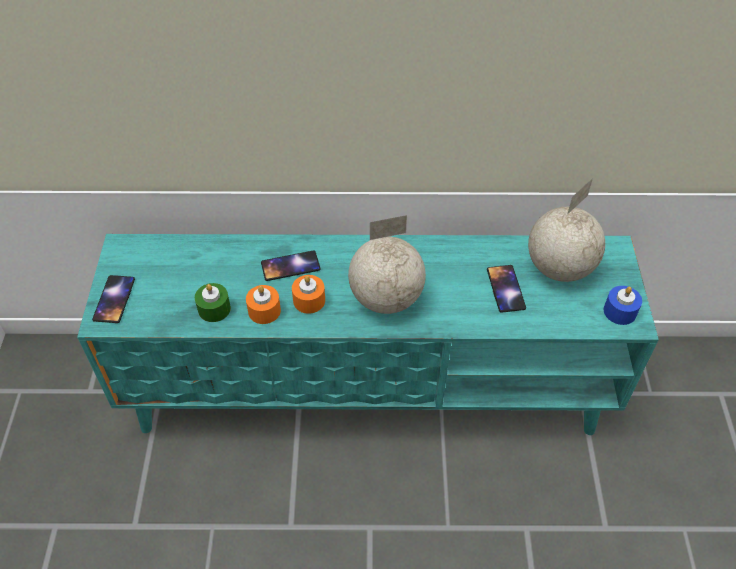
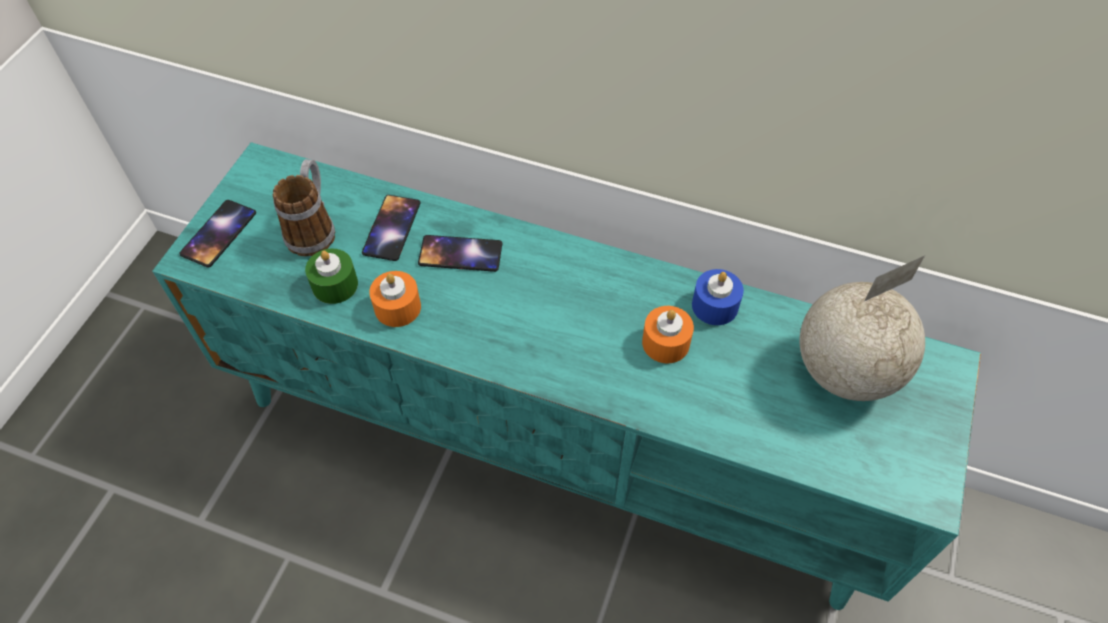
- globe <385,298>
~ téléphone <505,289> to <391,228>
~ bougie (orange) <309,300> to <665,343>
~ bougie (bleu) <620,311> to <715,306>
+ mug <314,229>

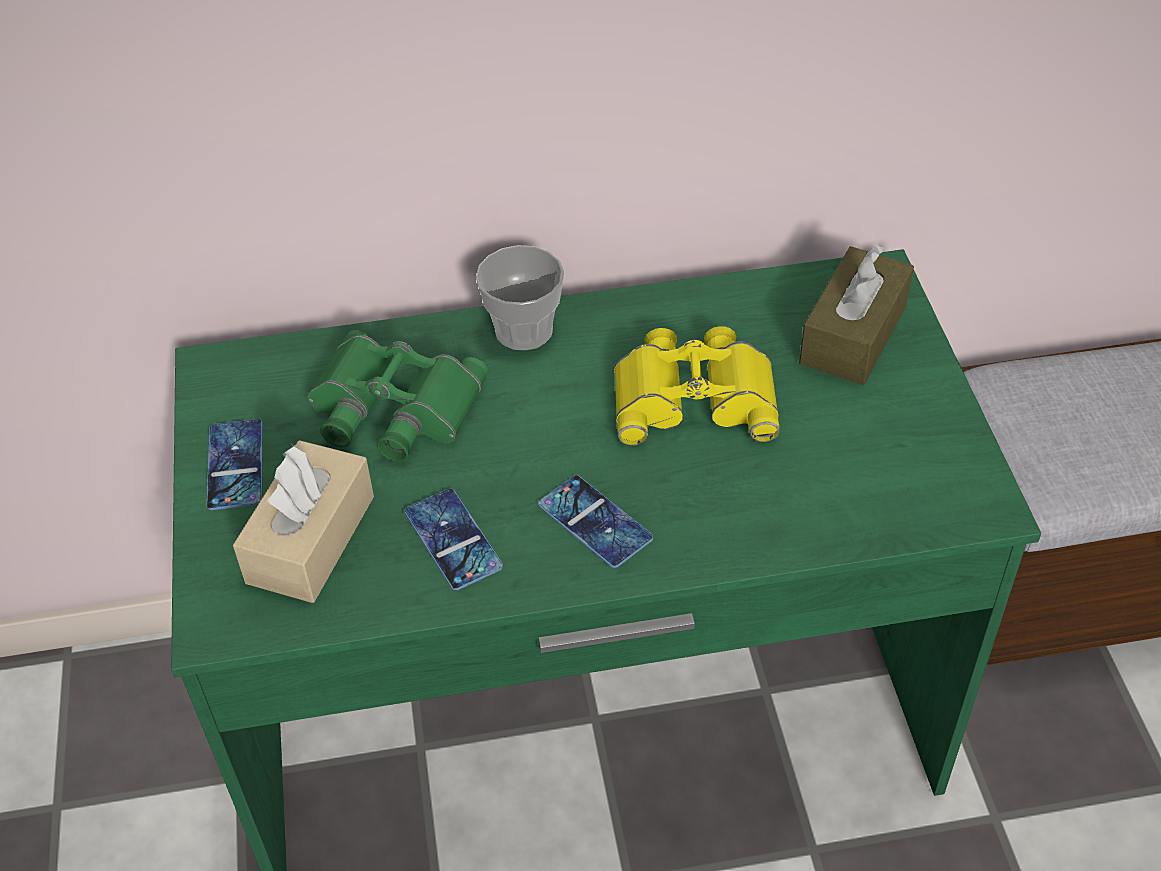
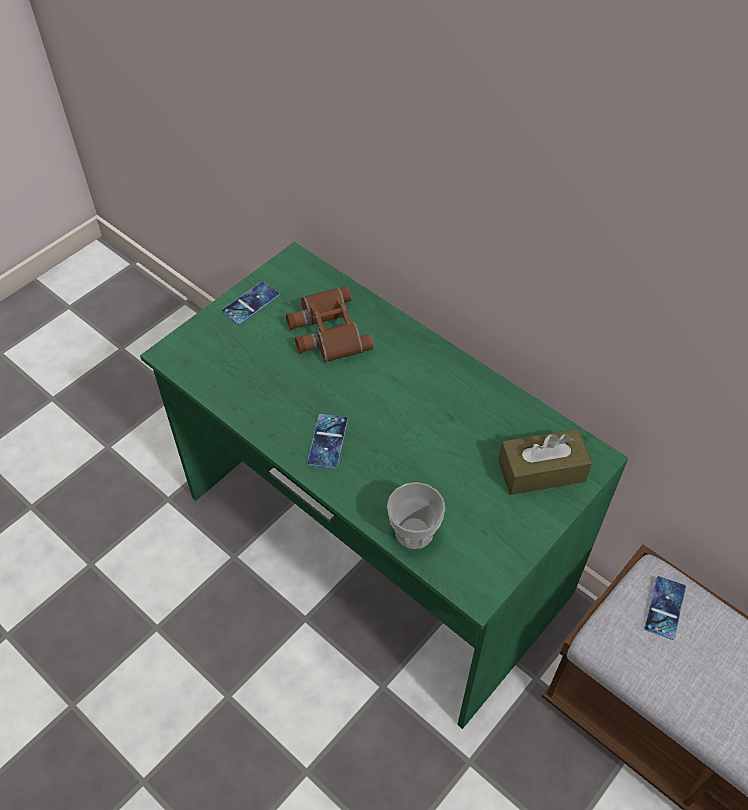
~ tasse <524,330> to <414,532>
- jumelles (jaune) <694,395>
~ jumelles (vert) <391,409> to jumelles (marron) <326,331>
- boîte à mouchoirs (beige) <311,539>
~ téléphone <453,539> to <665,607>

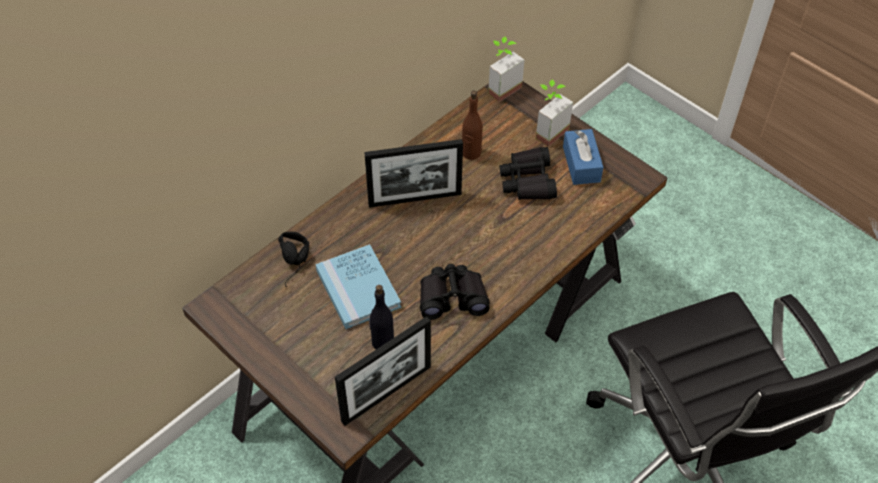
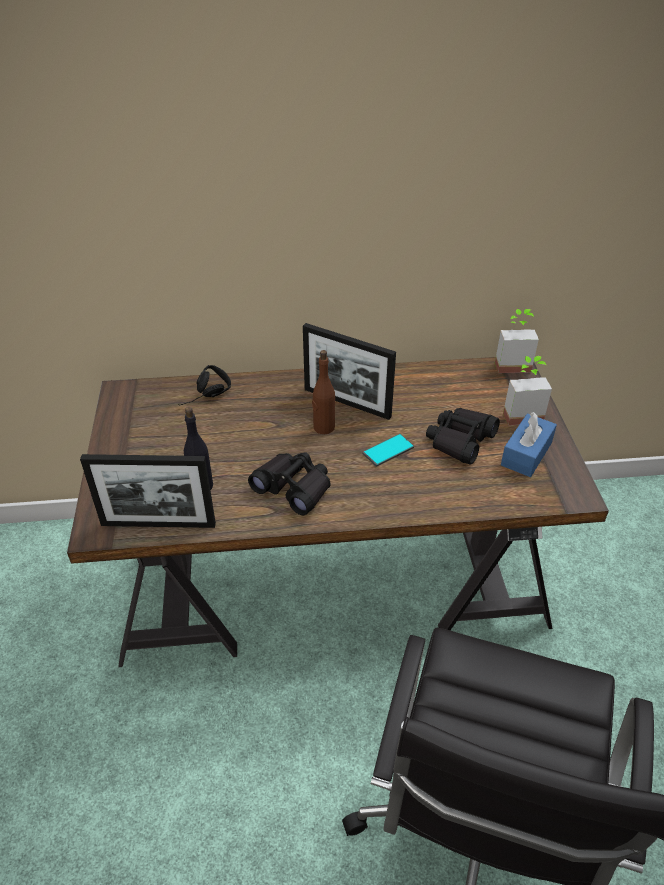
~ bouteille (marron) <471,153> to <323,427>
- livre (bleu) <358,288>
+ téléphone <388,450>

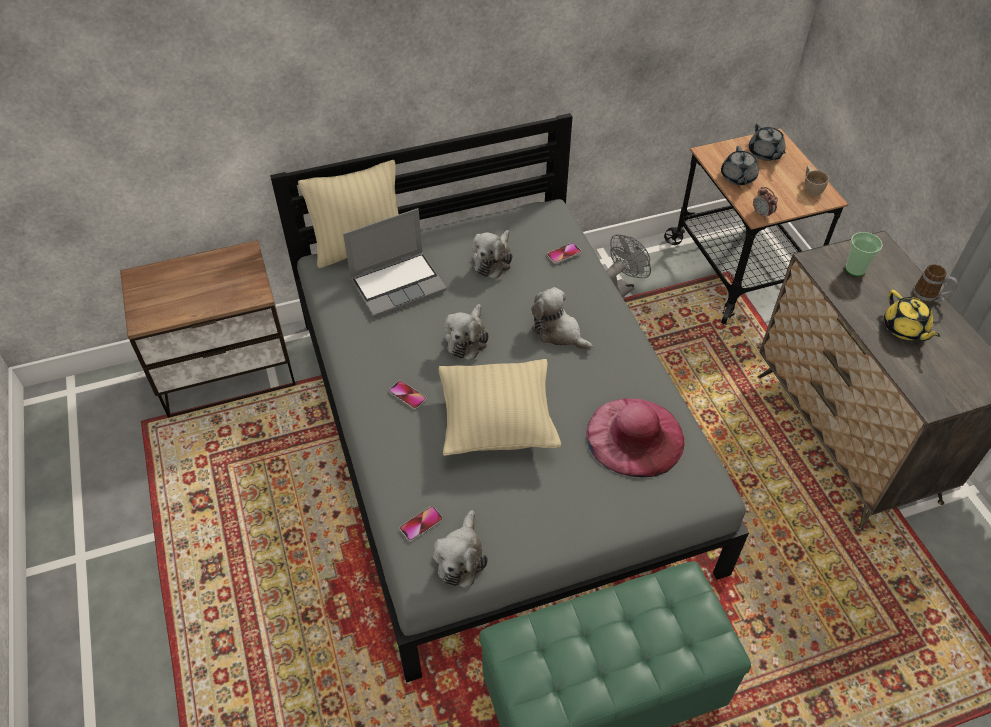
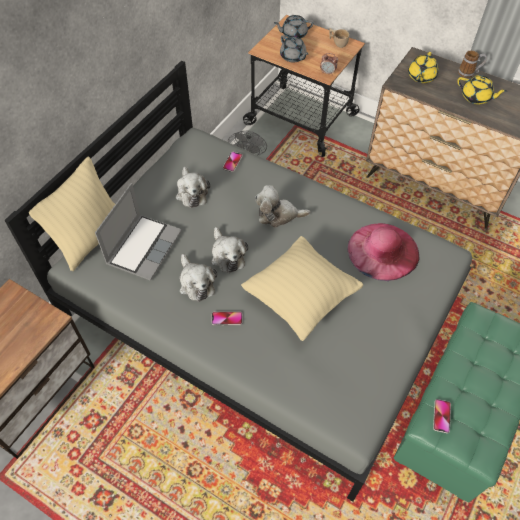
~ théière (gris) <765,153> = <293,34> 135 degrees clockwise
~ tasse <855,269> to théière (jaune) <421,77>
~ téléphone <421,524> to <441,416>
~ peluche <460,557> to <196,283>

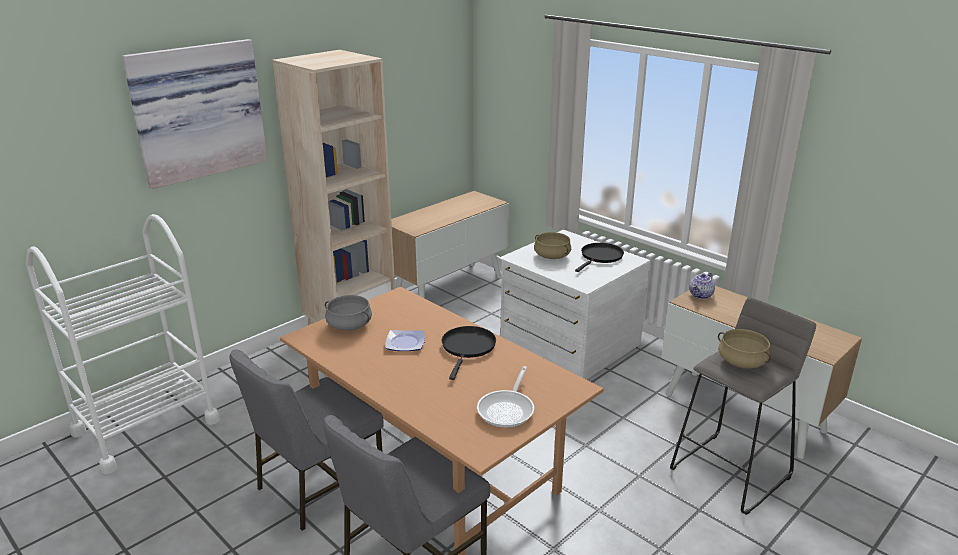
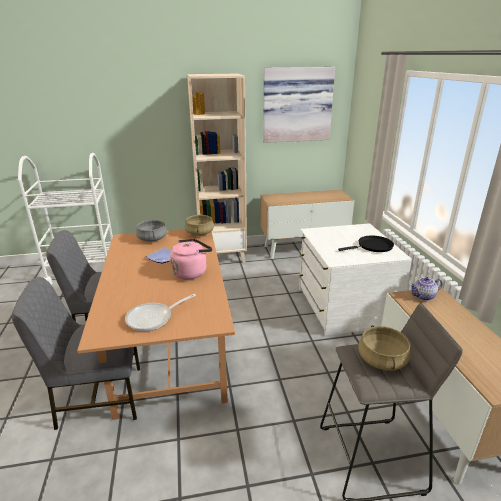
~ tableau <197,111> to <297,105>
~ marmite (beige) <551,256> to <199,233>
~ poêle (noir) <468,348> to bouilloire (rose) <191,272>

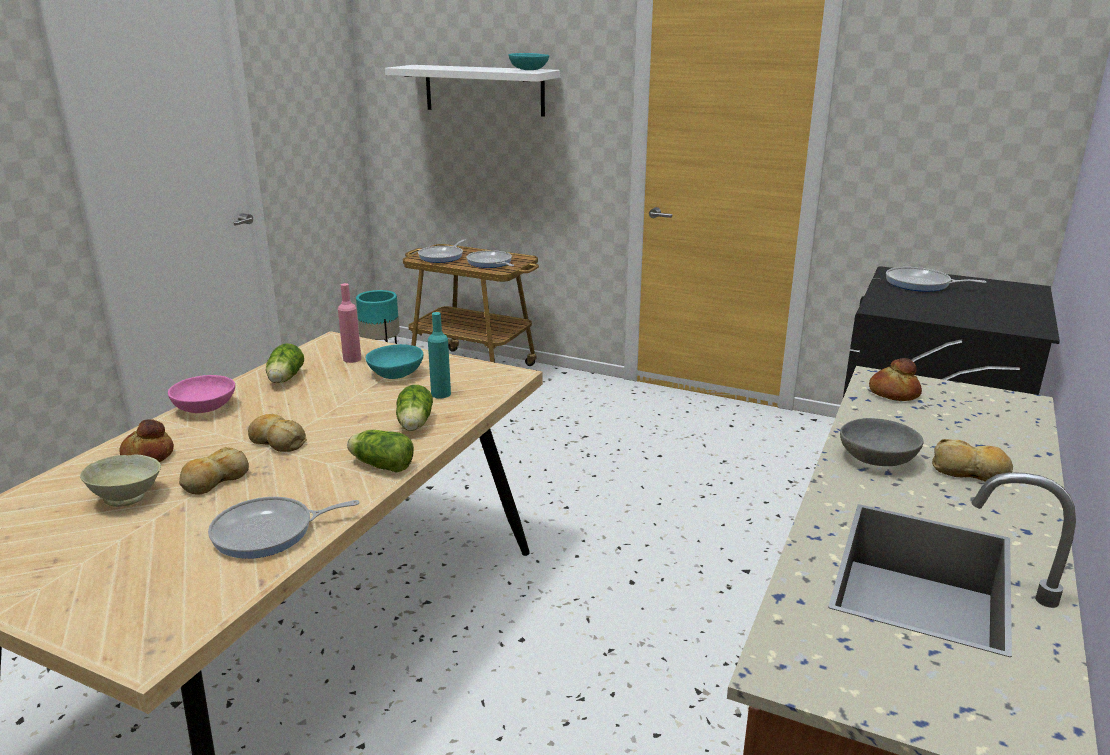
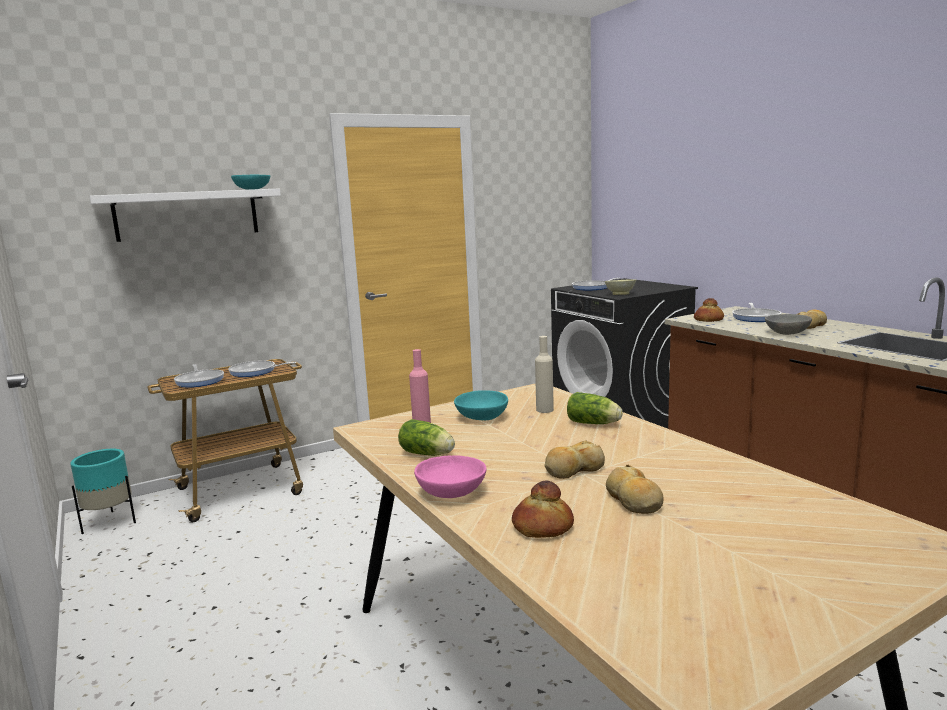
~ bouteille (turquoise) <441,394> to bouteille (beige) <544,410>
- laitue <380,465>
~ bol (beige) <128,498> to <620,294>
~ poêle <269,533> to <756,317>

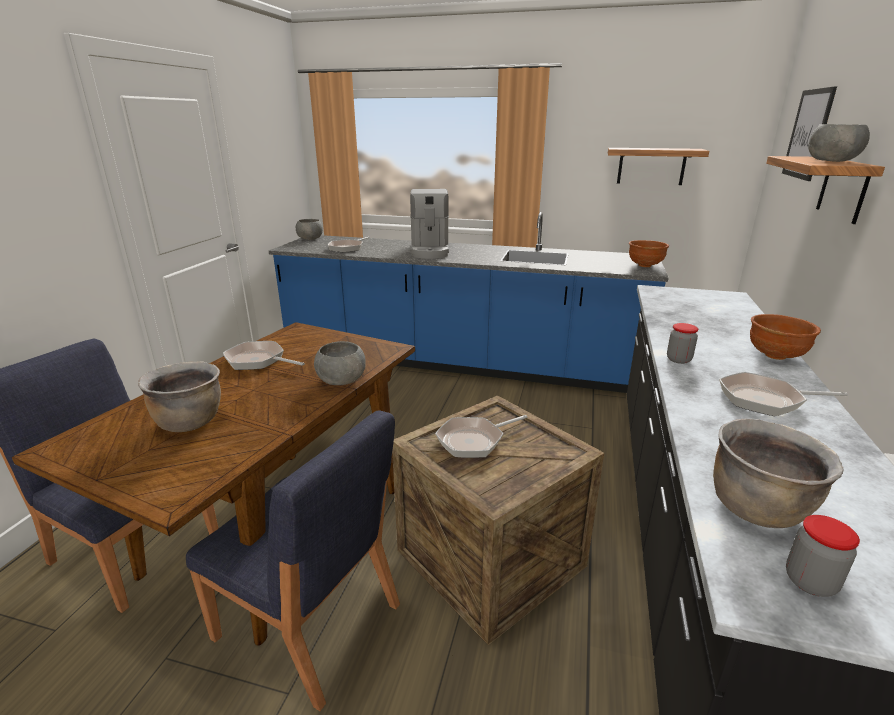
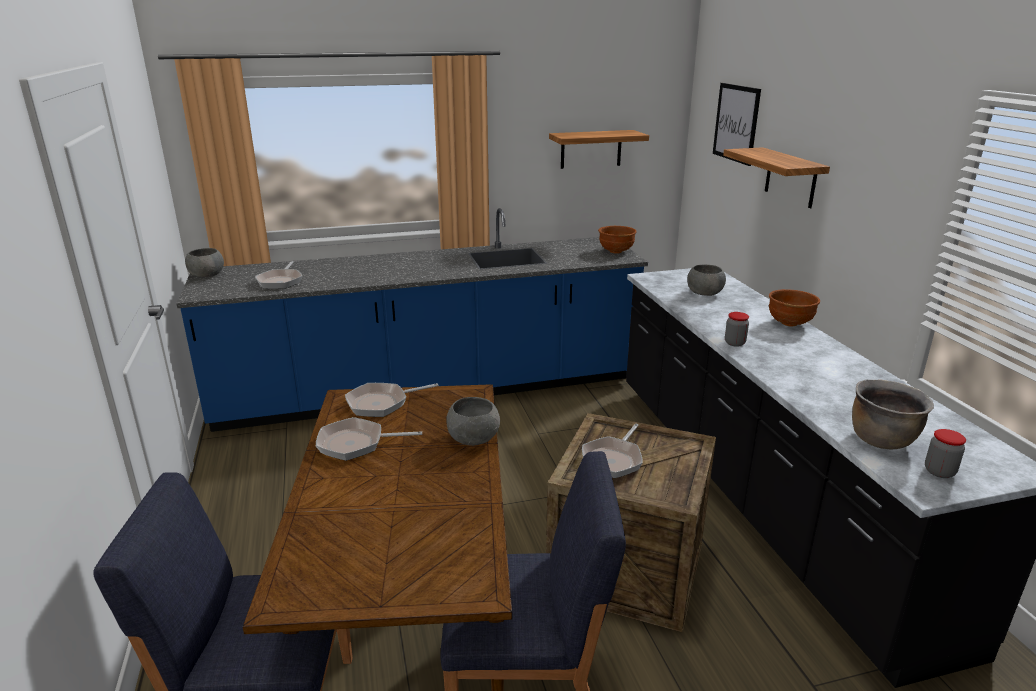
~ bol (gris) <831,161> to <704,293>
- machine à café <430,251>
- marmite (marron) <190,422>
~ poêle <765,400> to <382,403>

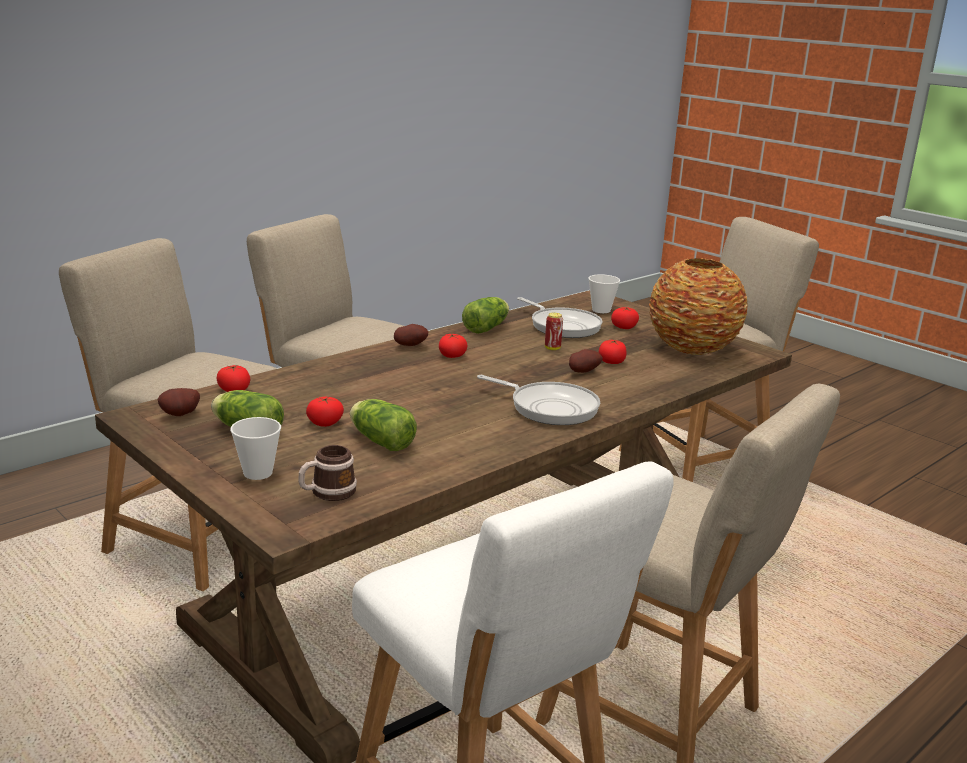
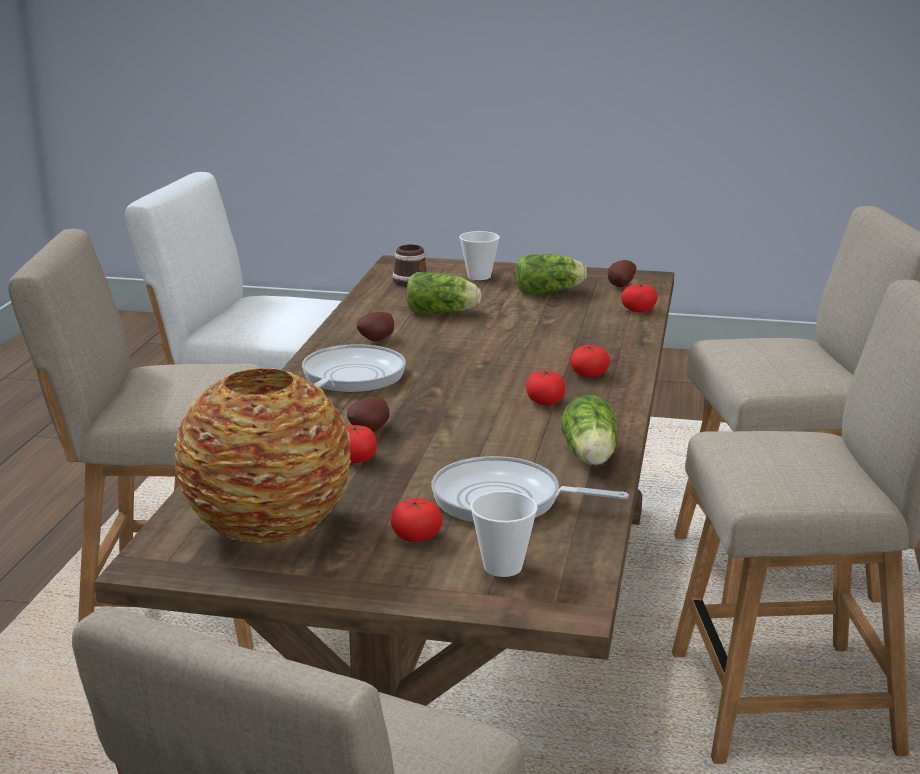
- boîte métallique <552,348>
~ pomme de terre <410,345> to <378,340>
~ poêle <549,407> = <349,378> 120 degrees clockwise
~ tomate <325,423> to <589,374>

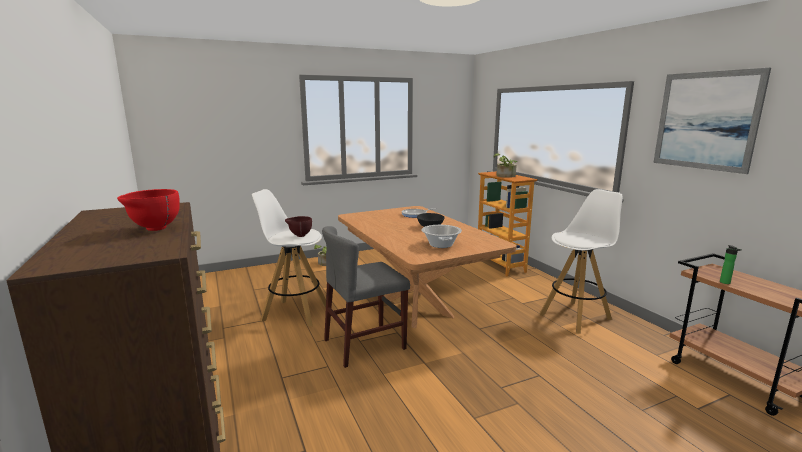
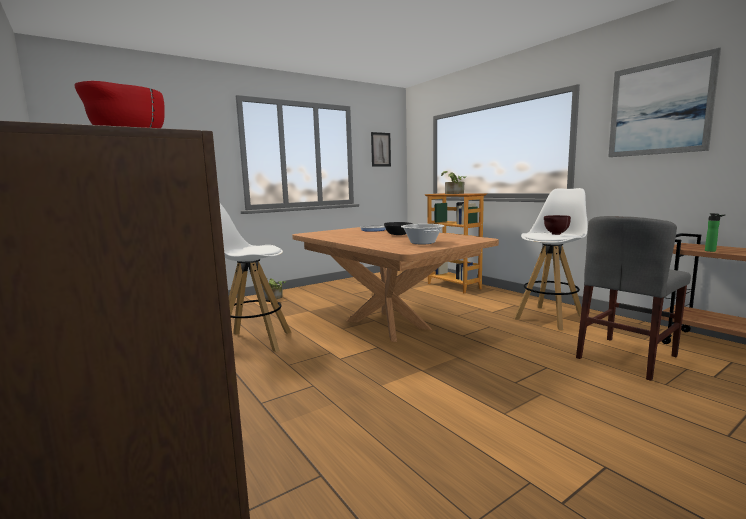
~ bol (marron) <299,236> to <555,234>
~ chaise (gris) <365,344> to <626,357>
+ tableau <380,149>

